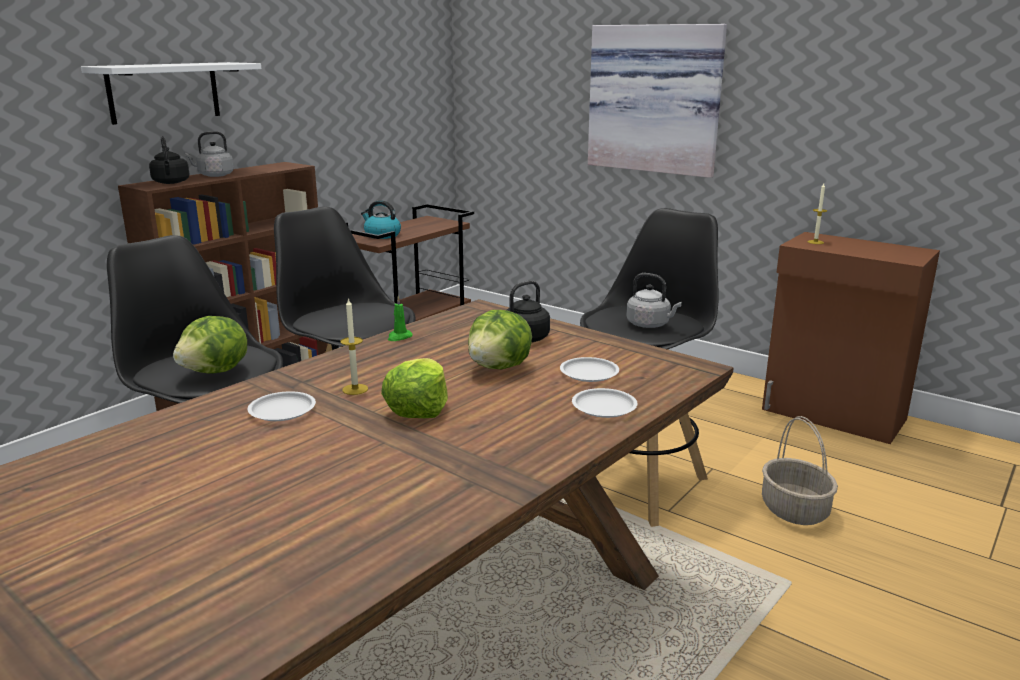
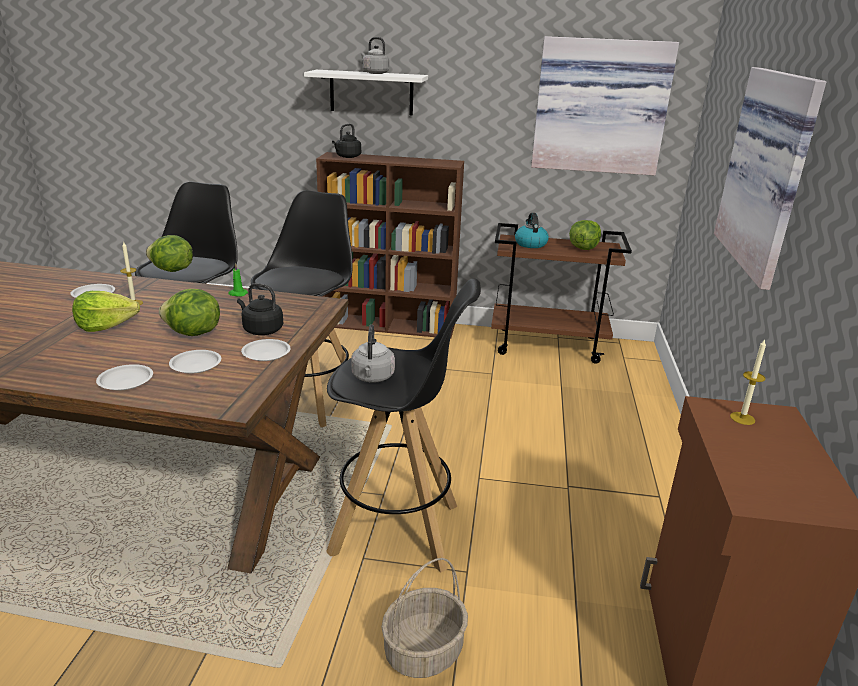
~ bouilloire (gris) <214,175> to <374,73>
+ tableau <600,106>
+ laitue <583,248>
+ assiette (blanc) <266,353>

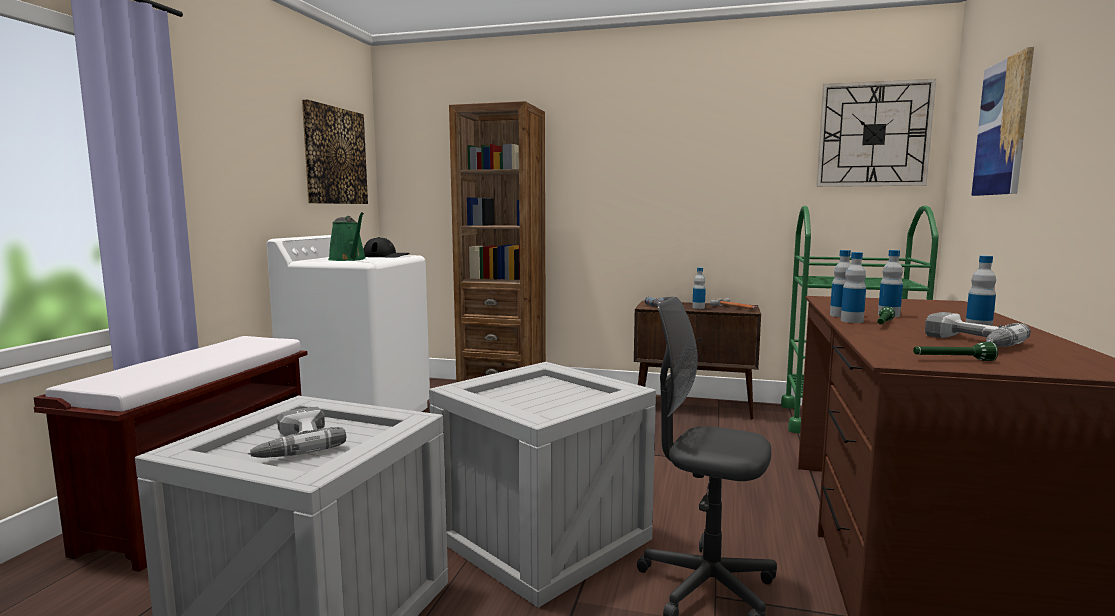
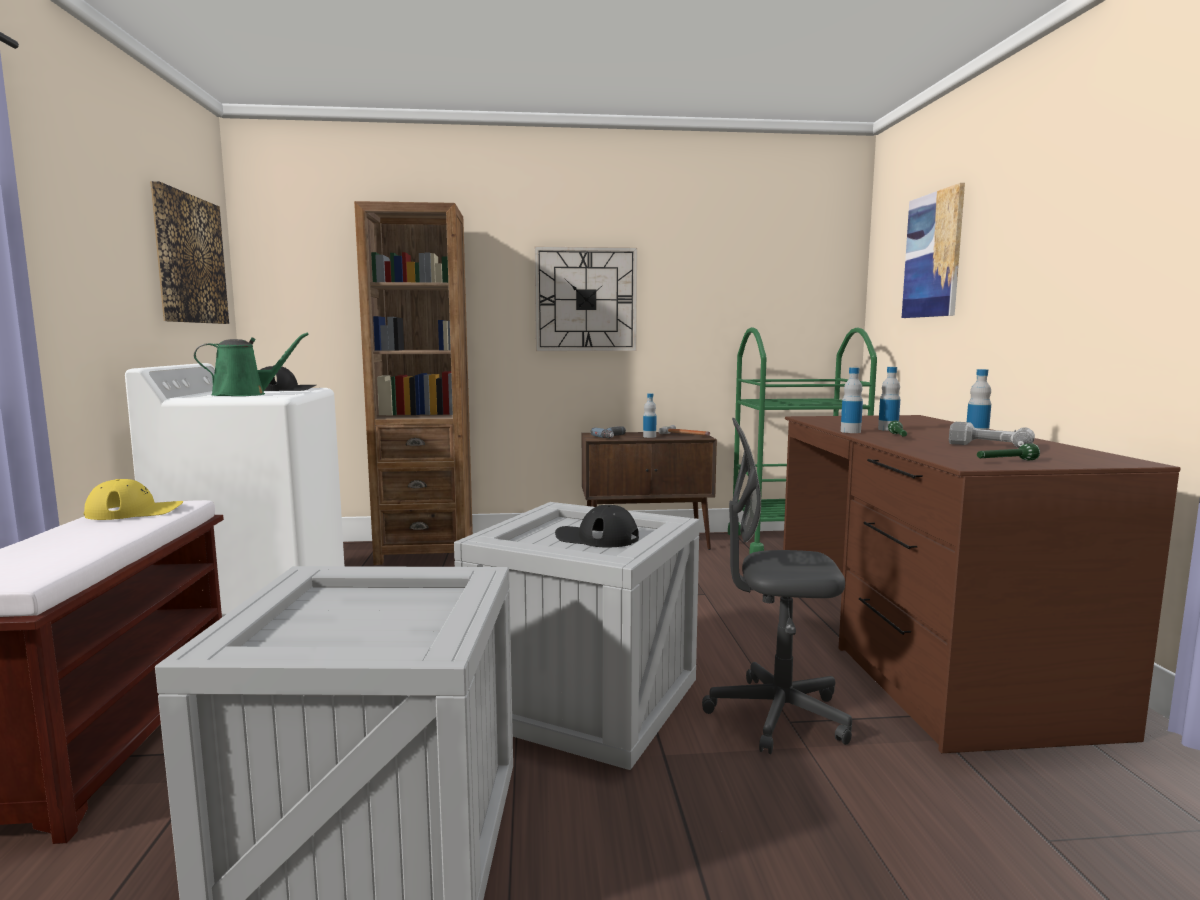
~ horloge murale <873,134> to <586,299>
~ arrosoir (vert) <348,259> = <245,394> 60 degrees counterclockwise
- bouteille <851,321>
- perceuse <292,445>
+ casquette (jaune) <135,511>
+ casquette (noir) <596,538>

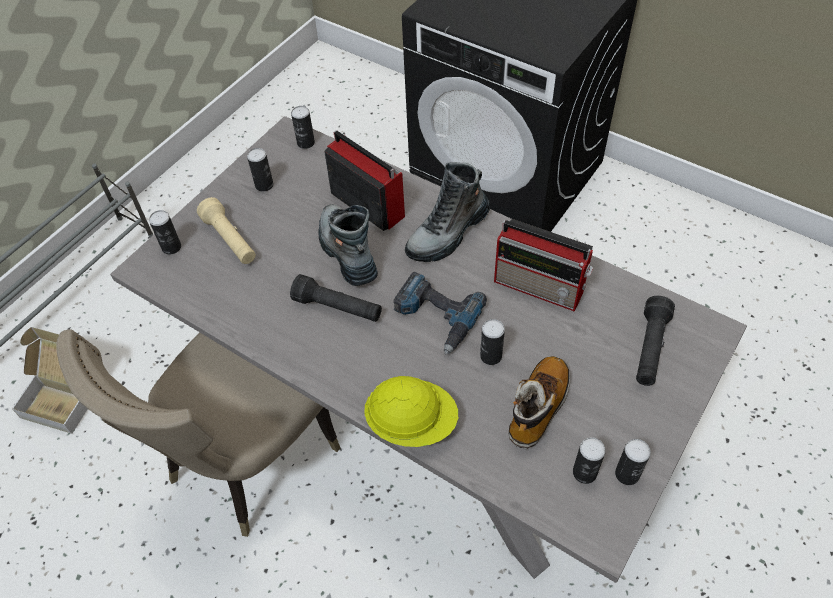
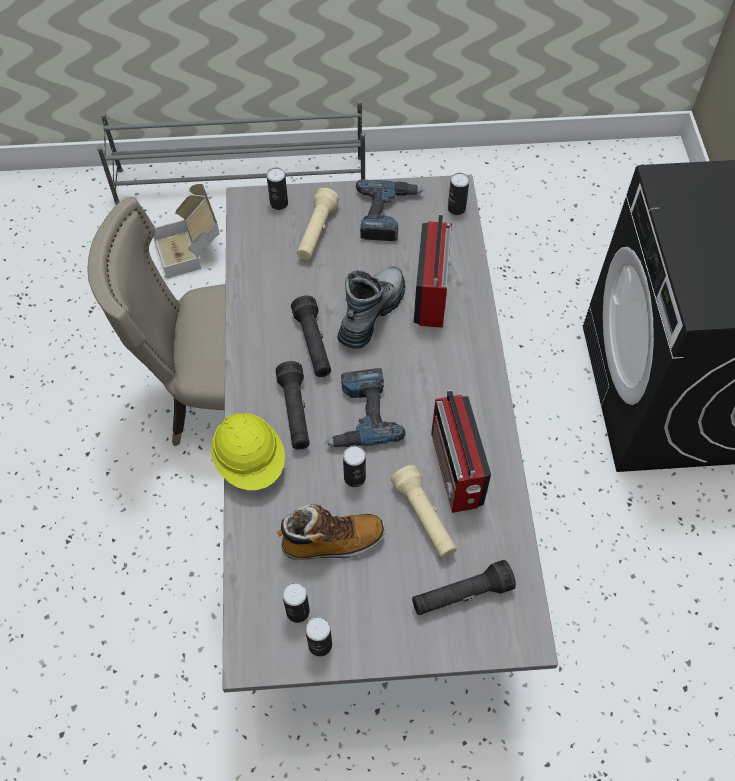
~ boîte métallique <264,185> to perceuse <387,214>
- botte <448,233>
+ lampe de poche (noir) <295,412>
+ lampe de poche (beige) <424,518>

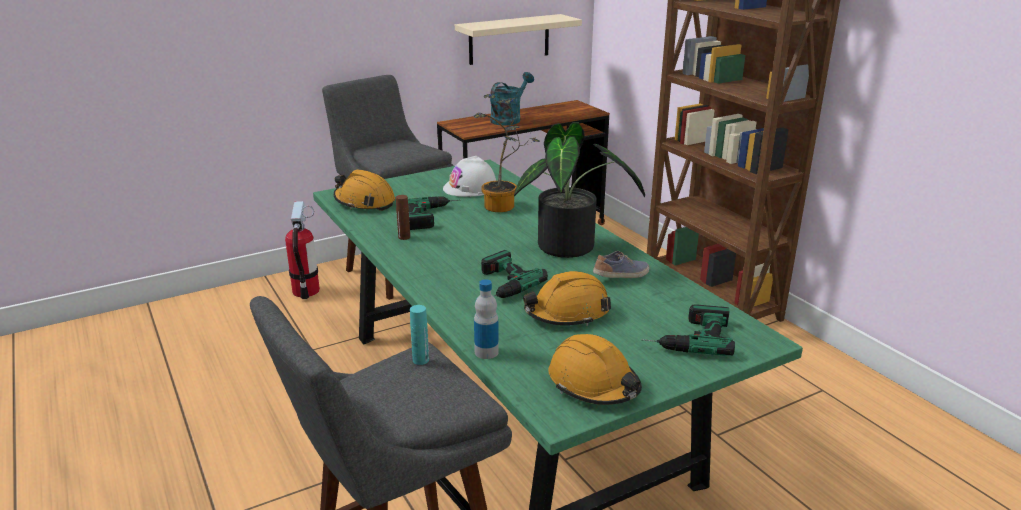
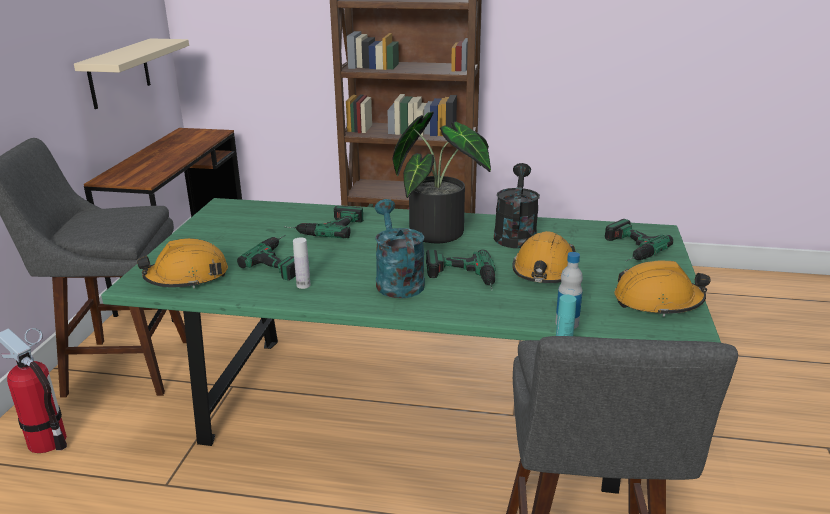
~ arrosoir (turquoise) <509,119> to <397,280>
~ plante en pot <503,207> to perceuse <324,227>
- casque de chantier (blanc) <471,187>
~ bouteille (marron) <404,237> to bouteille (blanc) <303,285>
~ chaussure <622,276> to arrosoir (noir) <515,234>

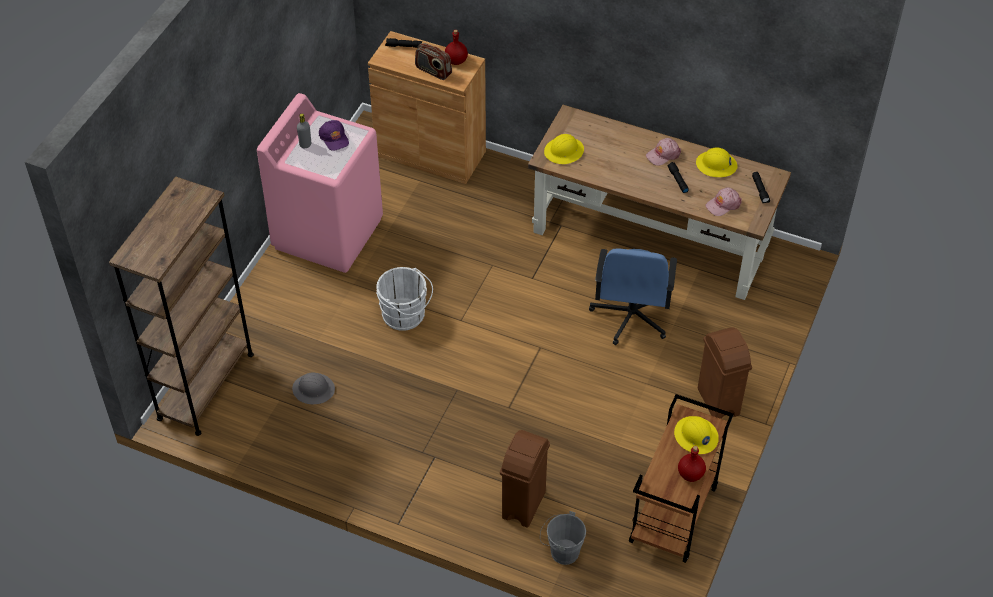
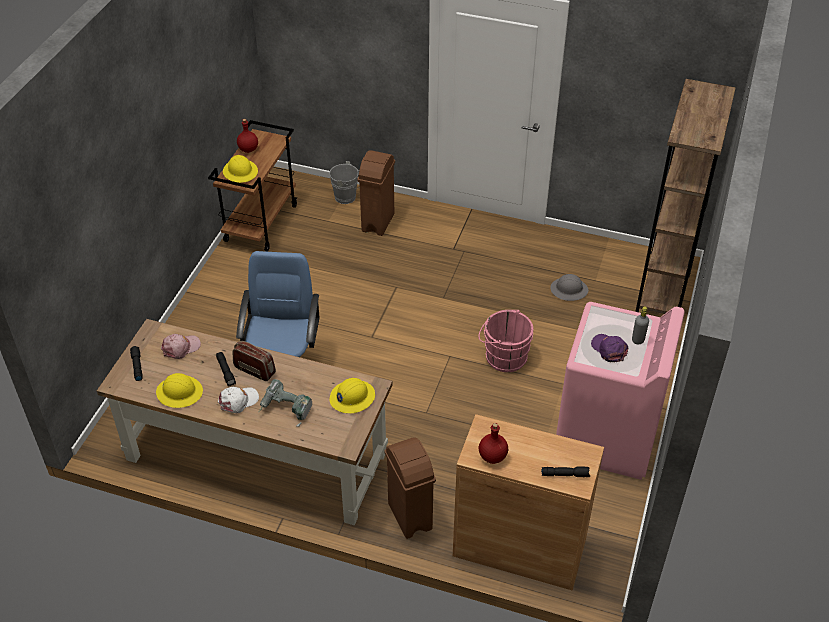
~ radio <433,71> to <255,370>
~ casquette (rose) <663,154> to casquette (blanc) <238,401>
~ seau (blanc) <405,316> to seau (rose) <503,356>
~ poubelle (marron) <718,401> to <410,517>
+ perceuse <285,410>

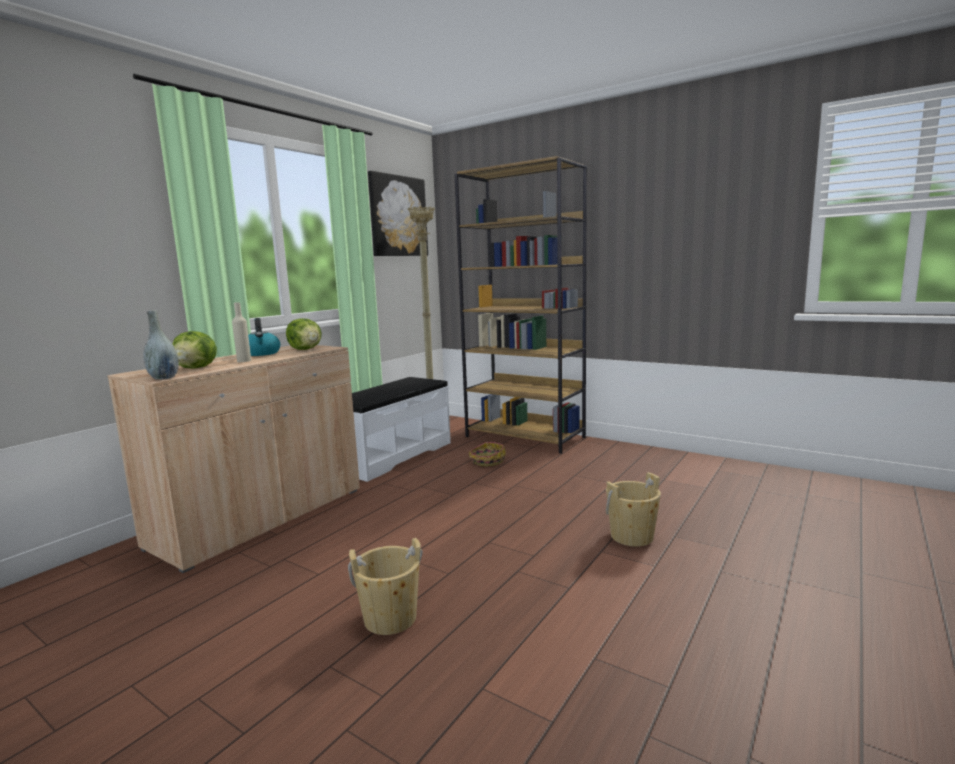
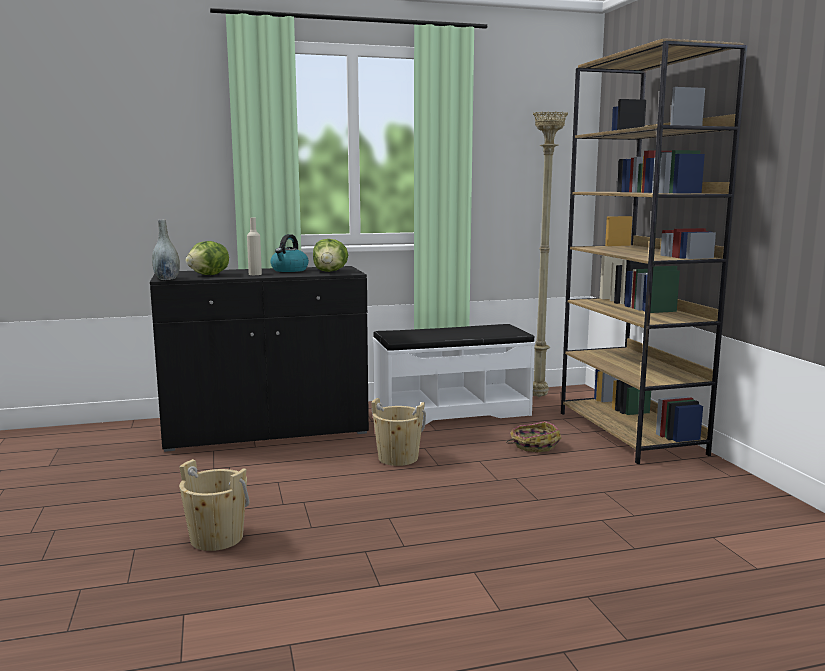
- tableau <398,216>
~ meuble de rangement (beige) <261,517> to meuble de rangement (noir) <266,430>
~ seau (beige) <632,536> to <398,458>

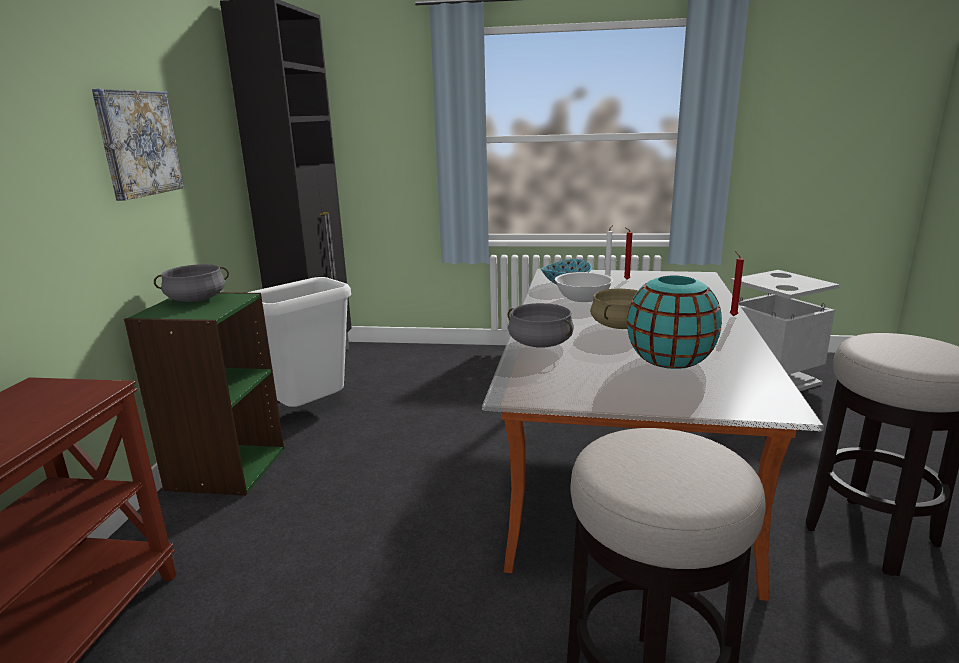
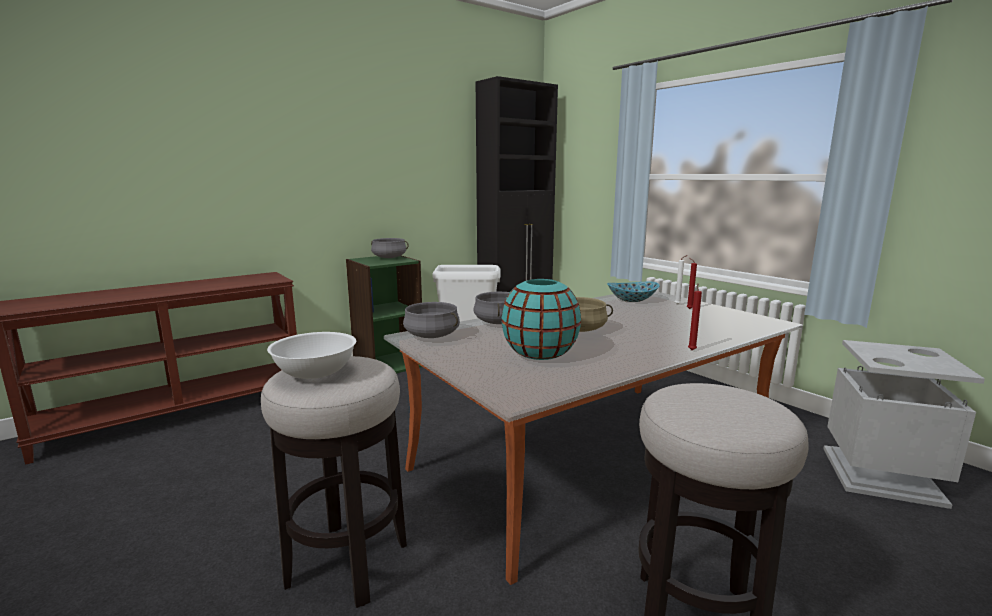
- tableau <138,143>
~ bol (blanc) <583,299> to <315,373>
+ marmite (gris) <432,335>

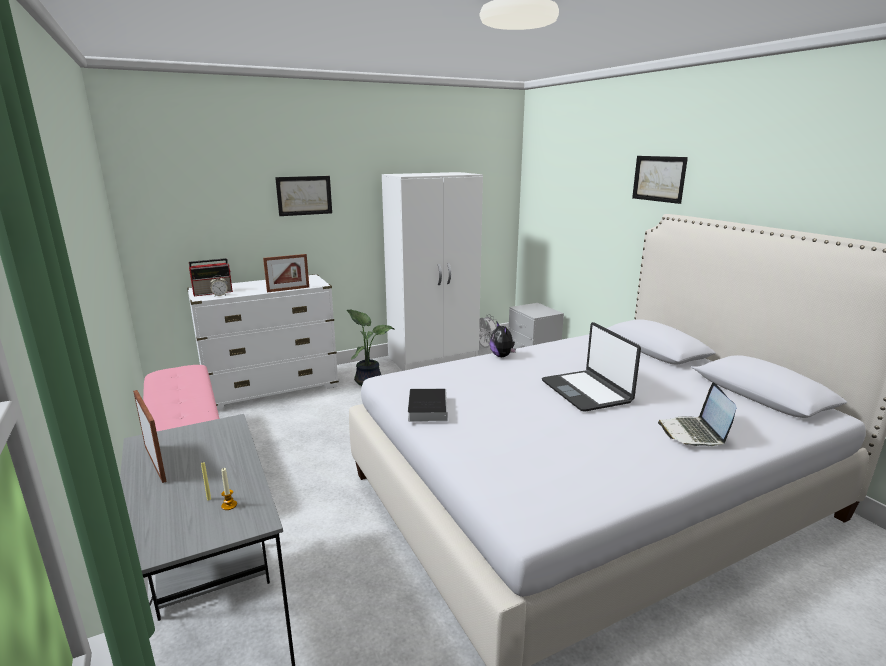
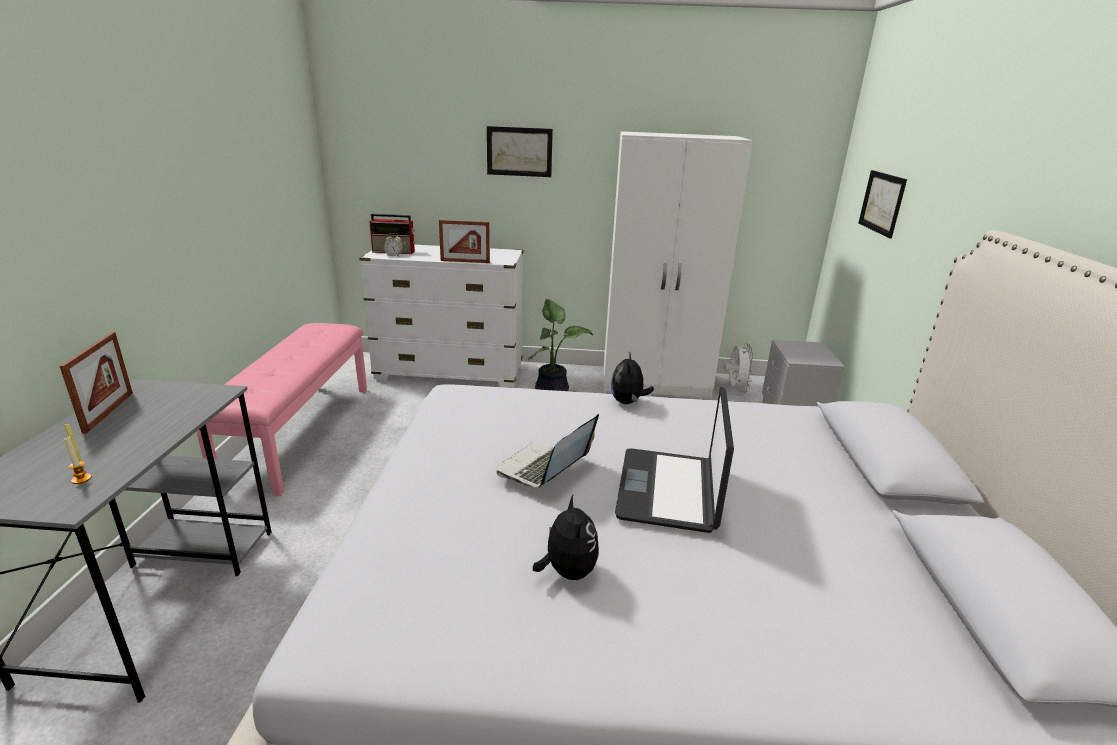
~ tableau <659,178> to <882,203>
~ ordinateur portable <693,433> to <544,468>
- livre <427,407>
+ peluche <567,571>

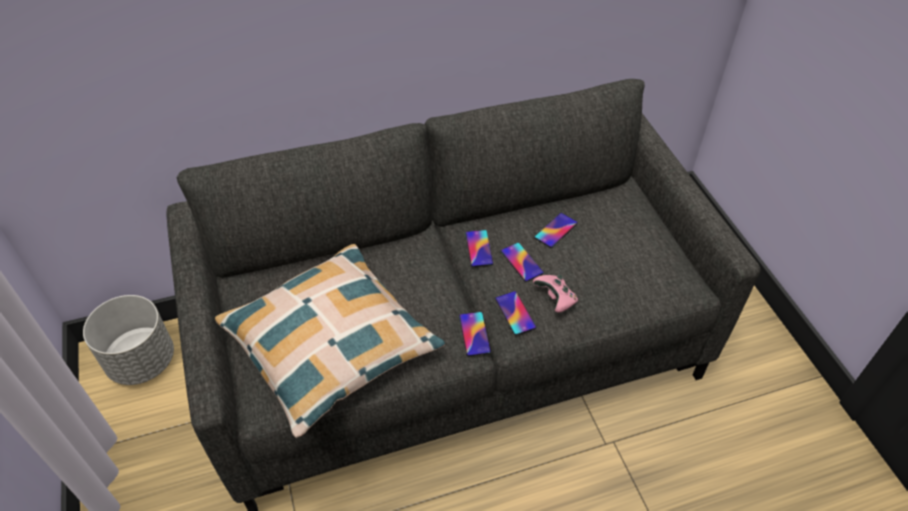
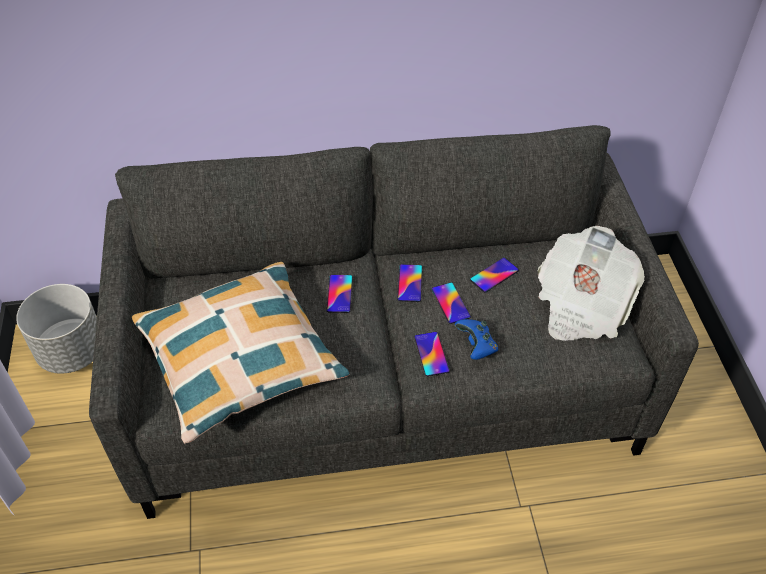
~ manette (rose) <556,300> to manette (bleu) <476,346>
~ téléphone <474,334> to <339,294>
+ journal <581,305>

